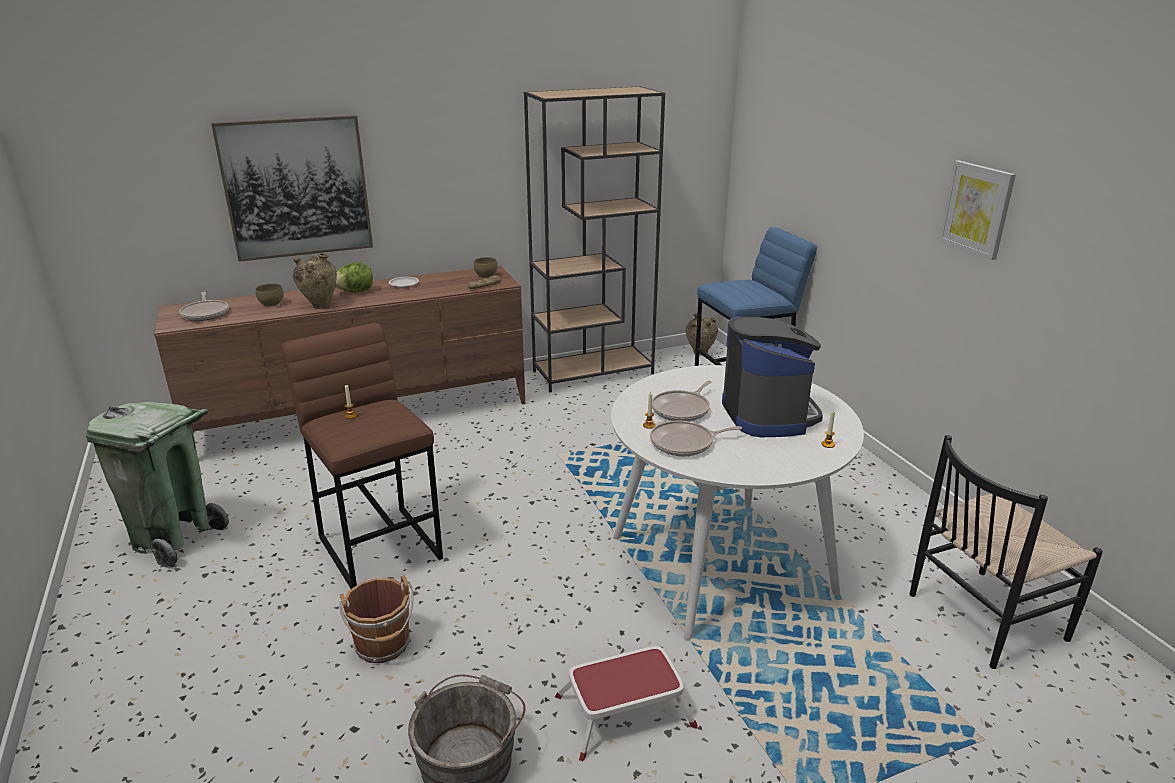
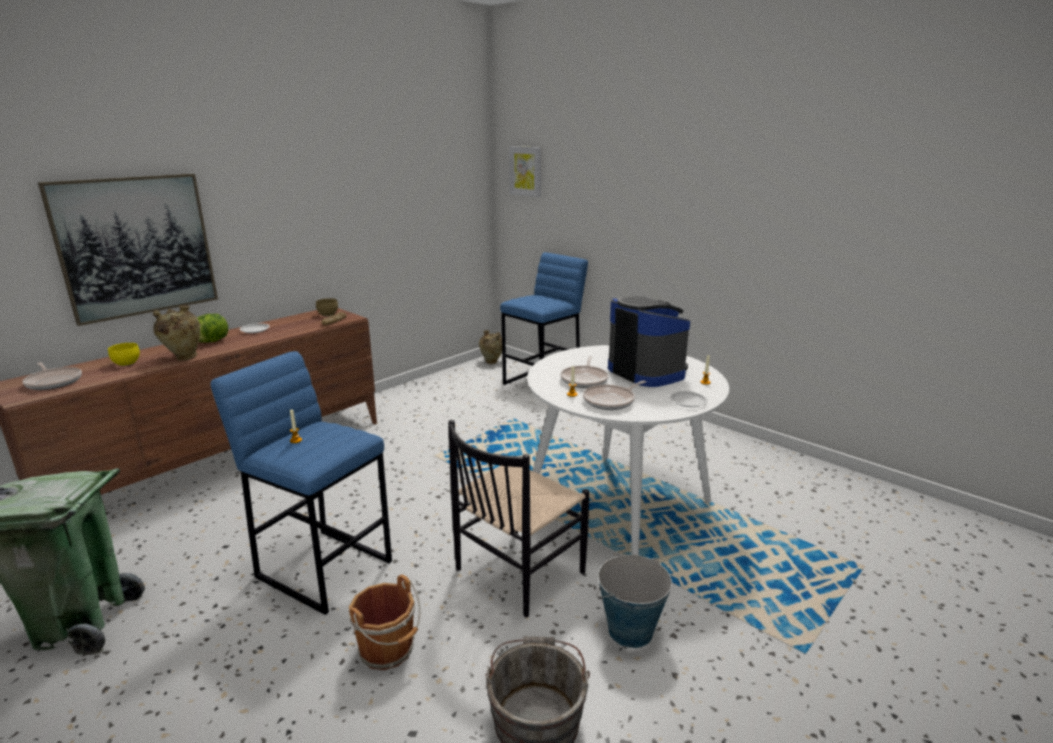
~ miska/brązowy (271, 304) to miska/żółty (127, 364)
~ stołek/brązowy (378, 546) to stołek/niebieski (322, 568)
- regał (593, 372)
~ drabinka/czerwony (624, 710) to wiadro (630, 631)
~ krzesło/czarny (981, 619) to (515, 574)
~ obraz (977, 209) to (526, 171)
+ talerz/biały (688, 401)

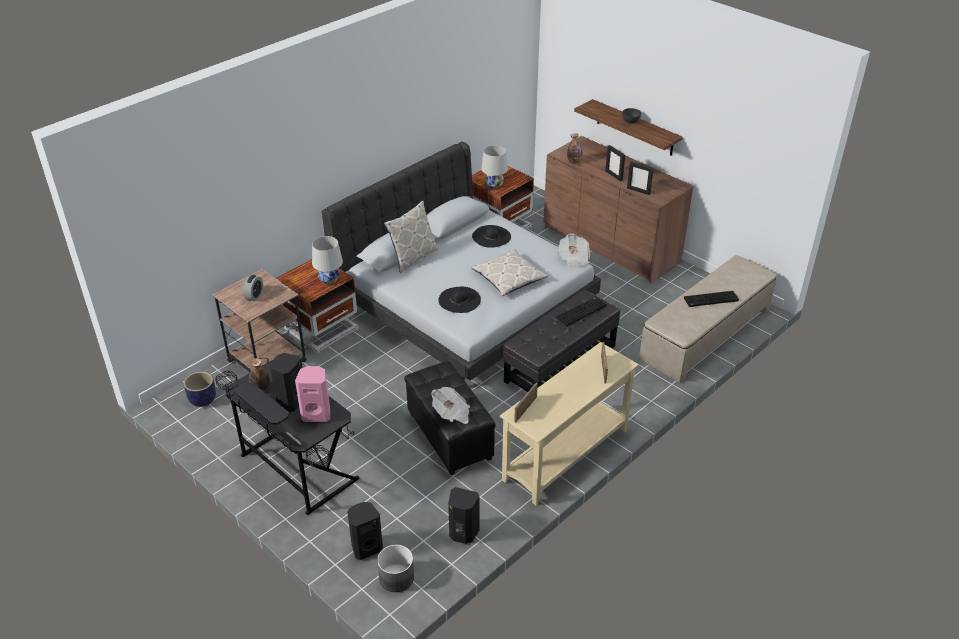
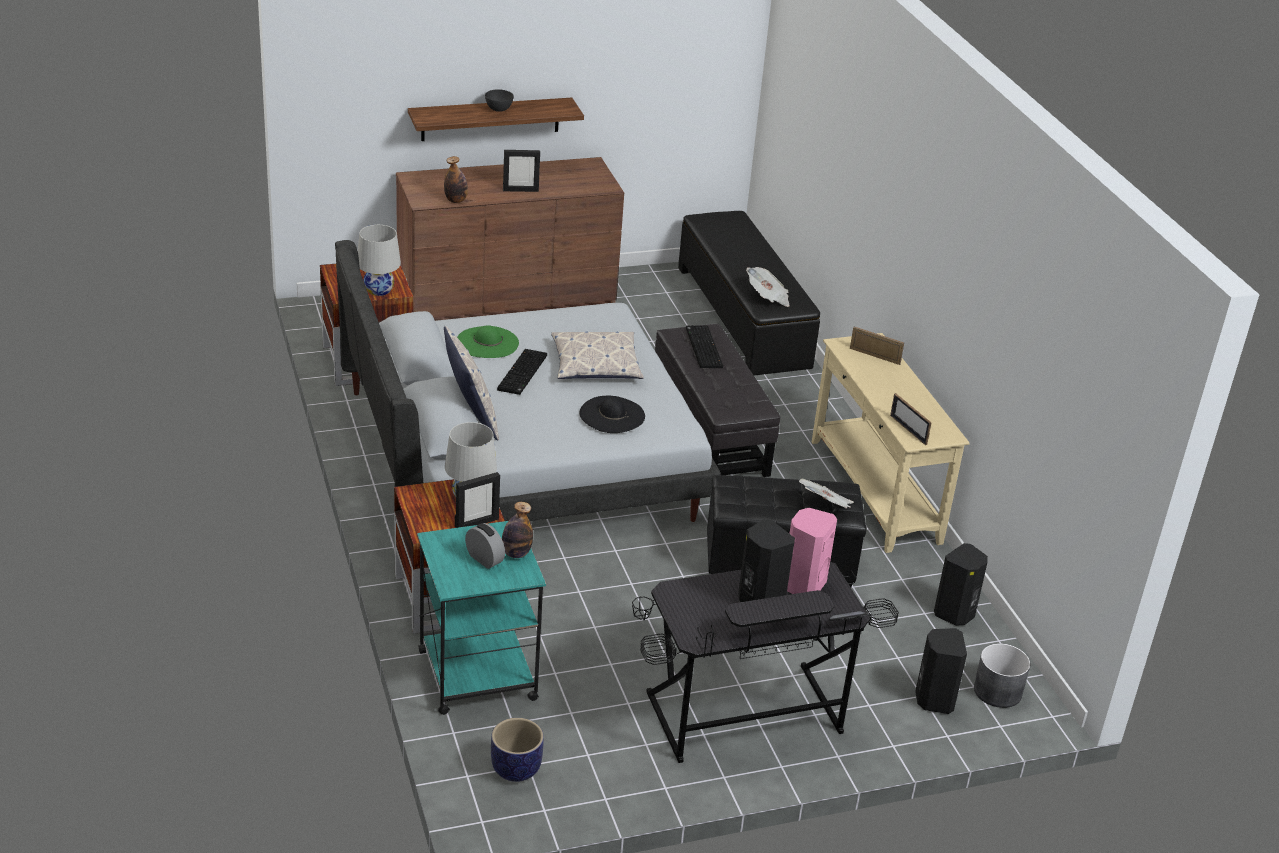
~ wózek/brązowy (268, 360) to wózek/turkusowy (477, 673)
~ butelka (261, 388) to (516, 553)
~ kapelusz/czarny (491, 236) to kapelusz/zielony (487, 342)
~ gazeta (573, 259) to (767, 298)
~ ramka na zdjęcie (638, 190) to (476, 523)
~ ławka/beżowy (706, 334) to ławka/czarny (743, 316)
~ klawiatura (710, 300) to (523, 373)

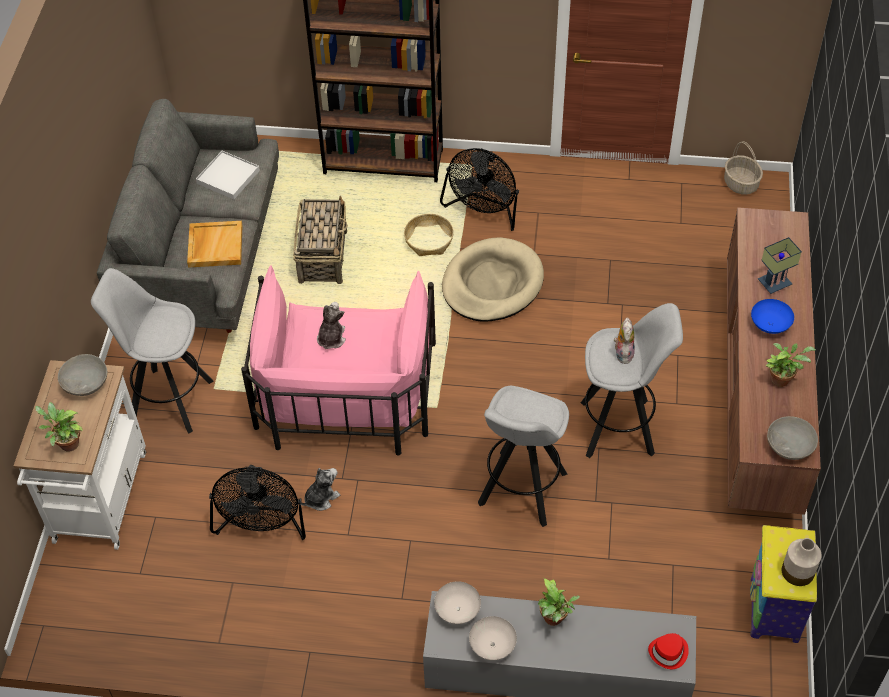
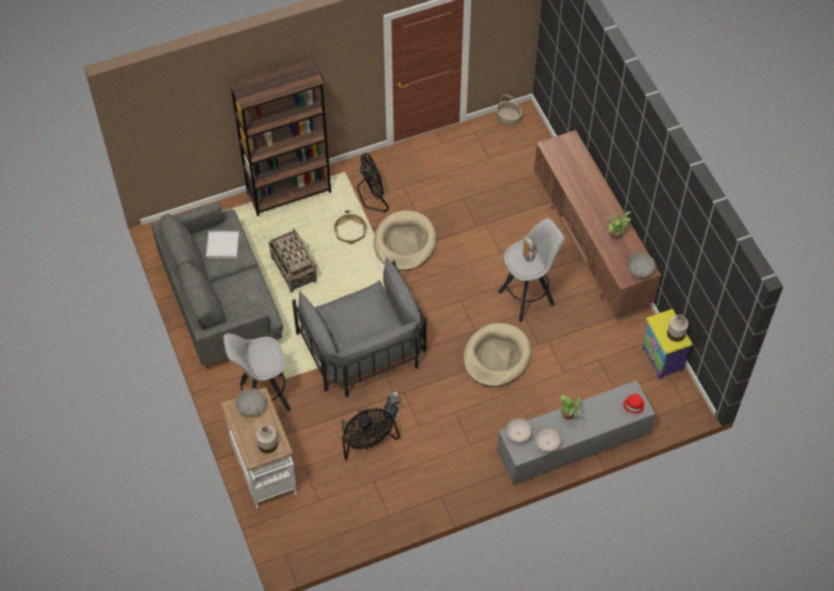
~ roślina doniczkowa (67, 444) to wazon/beżowy (267, 444)
- taca/beżowy (215, 245)
~ fotel/różowy (344, 392) to fotel/szary (363, 346)
- pluszak (331, 338)
~ wentylator/czarny (482, 207) = (368, 197) 105 degrees counterclockwise
~ stołek/szary (521, 491) to legowisko/beżowy (496, 357)
- miska/niebieski (770, 325)
- lampa stołowa (774, 284)

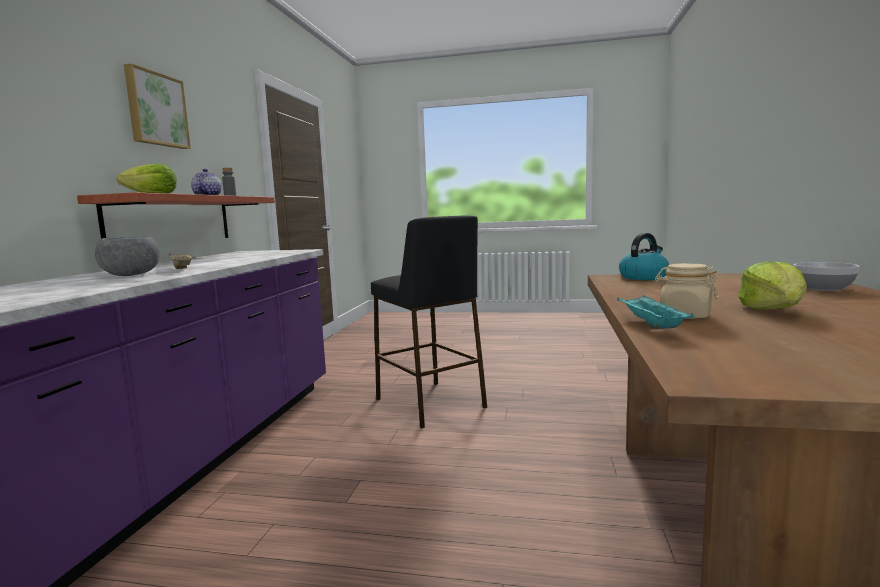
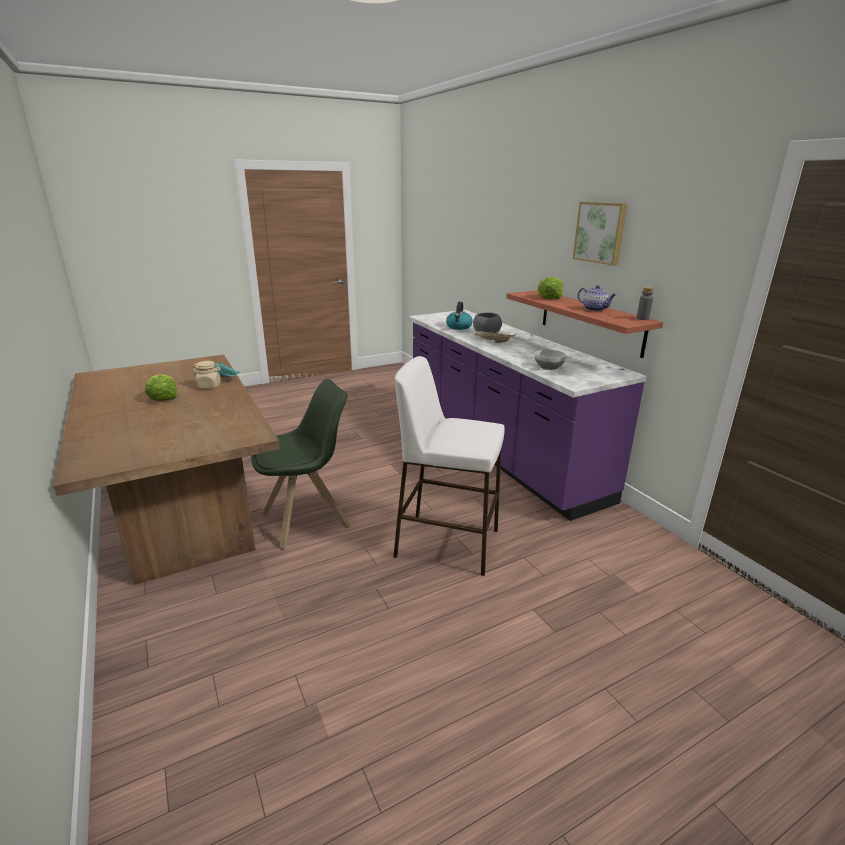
~ stołek/czarny (430, 403) to stołek/biały (446, 543)
~ czajnik (643, 277) to (459, 327)
~ miska (824, 288) to (548, 367)
+ krzesło/zielony (306, 520)

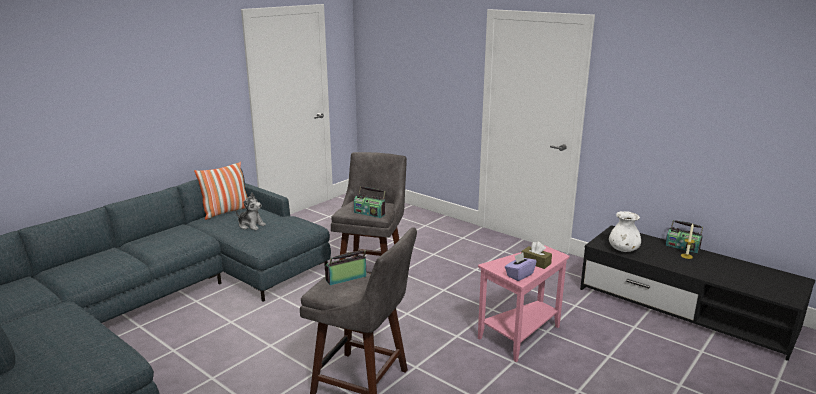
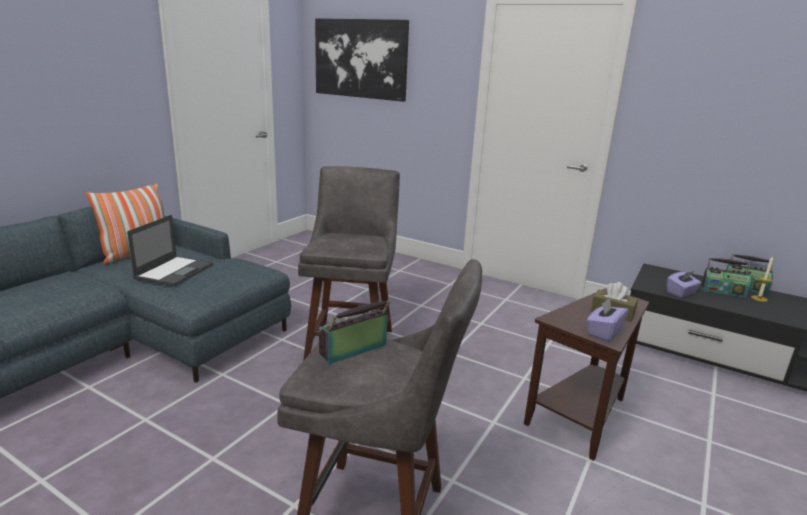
~ pluszak (251, 225) to laptop (175, 271)
~ radio (370, 213) to (723, 291)
~ stolik/różowy (520, 337) to stolik/brązowy (579, 418)
~ wazon/biały (623, 250) to pudełko chusteczek/fioletowy (681, 293)
+ obraz (360, 59)

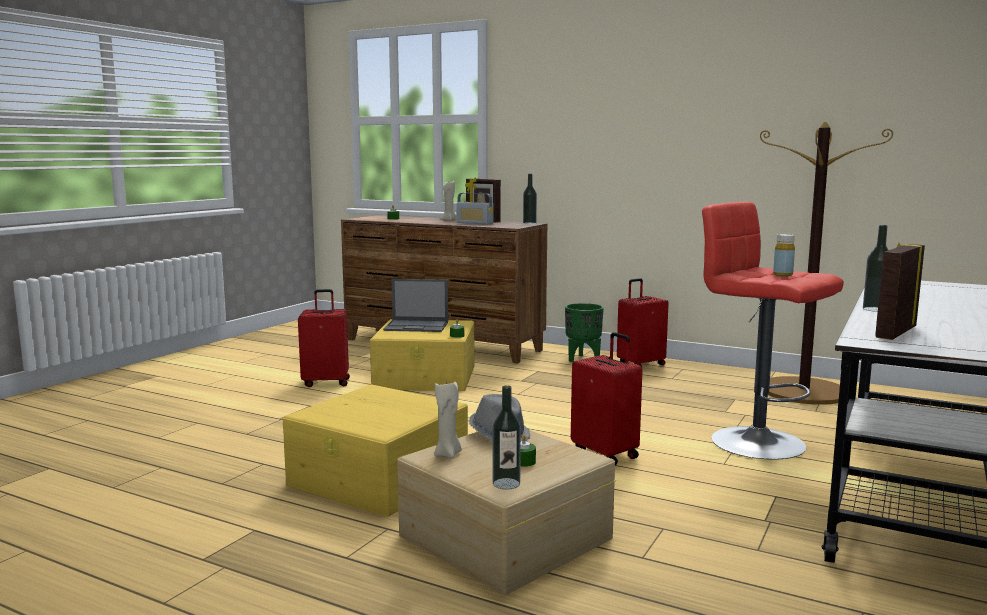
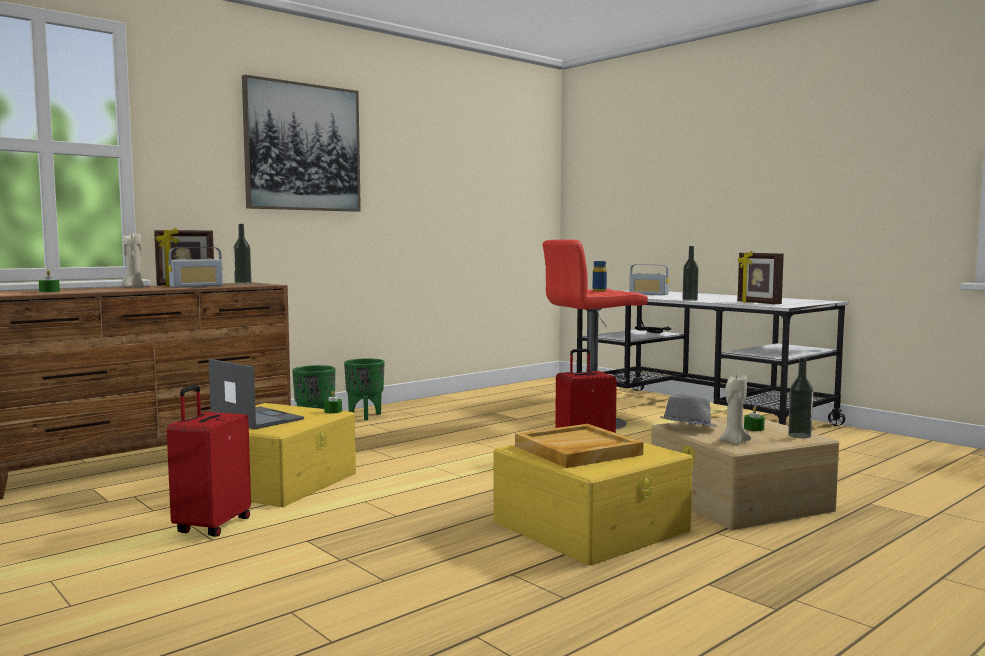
~ laptop (417, 326) = (256, 418) 75 degrees counterclockwise
~ walizka/czerwony (640, 364) to donica/zielony (365, 416)
- wieszak/brązowy (804, 391)
~ butelka/żółty (783, 275) to butelka/niebieski (599, 291)
+ obraz (303, 147)
+ taca/beżowy (577, 450)
+ radio (648, 294)

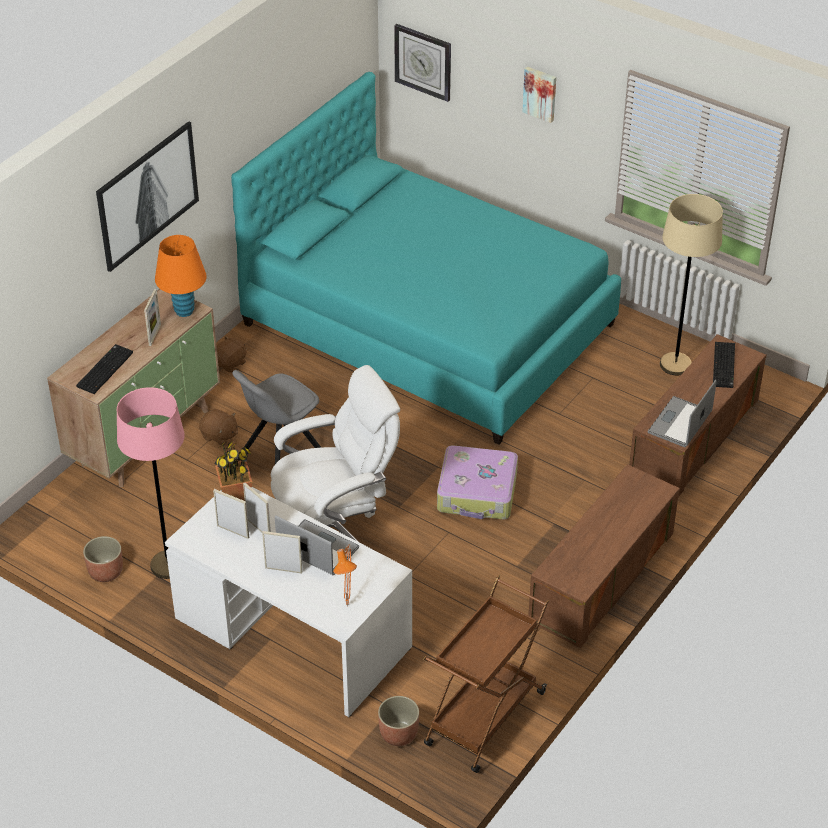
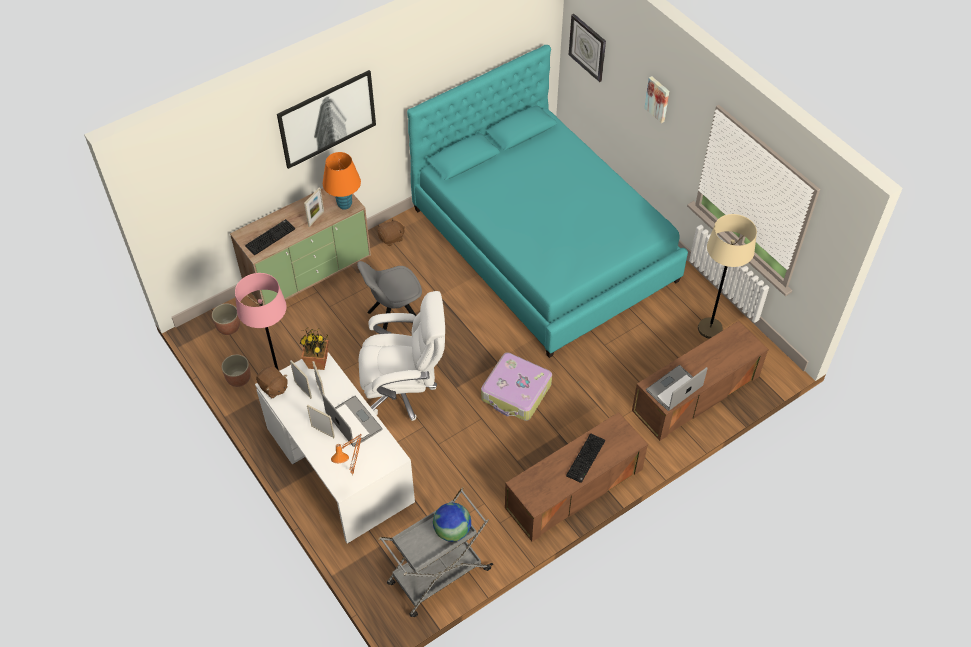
~ pluszak/brązowy (219, 436) to (273, 388)
~ donica (398, 733) to (228, 327)
~ wózek/brązowy (484, 719) to wózek/szary (438, 576)
~ klawiatura (725, 366) to (586, 459)
+ globus (452, 530)

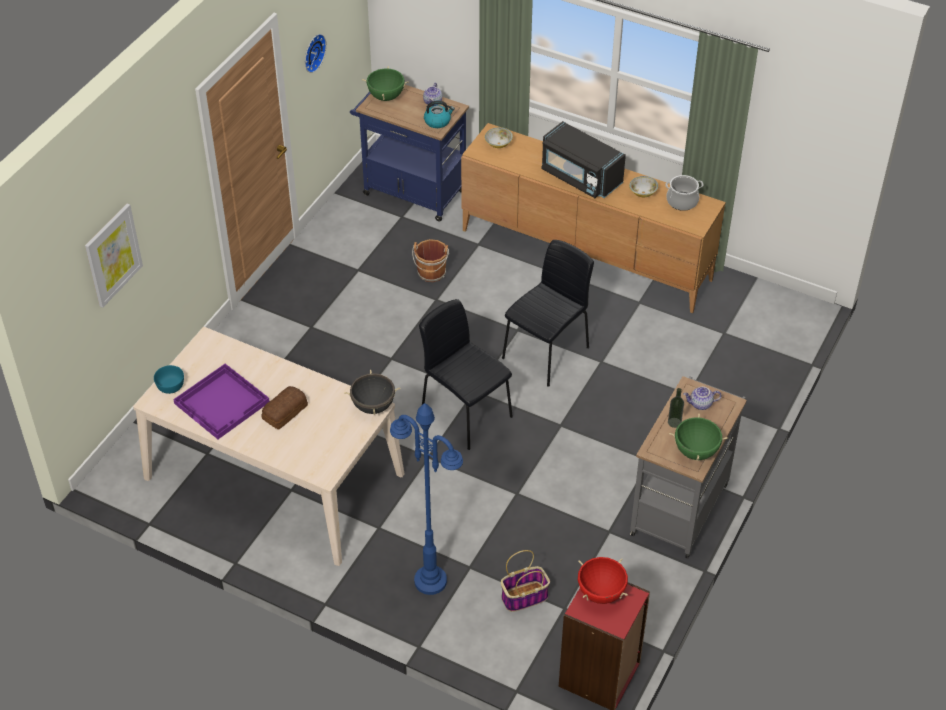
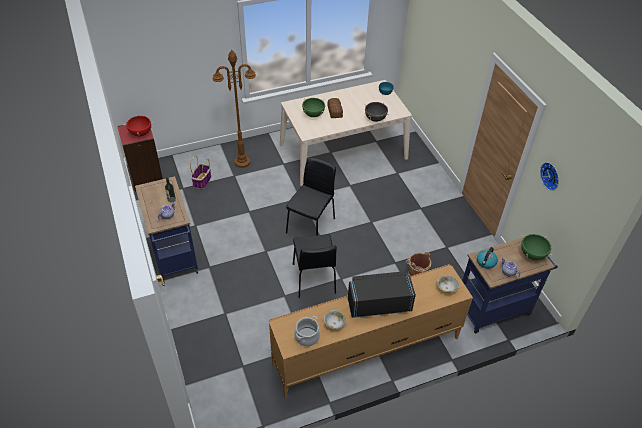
- obraz (113, 255)
- taca/fioletowy (223, 403)
~ garnek/czarny (373, 406) to (375, 119)
~ lampa stojąca/niebieski (431, 581) to lampa stojąca/brązowy (242, 162)
~ krzesło/czarny (464, 412) = (311, 224) 60 degrees counterclockwise
~ wózek/szary (681, 507) to wózek/niebieski (174, 257)
~ garnek/zielony (696, 451) to (313, 114)

